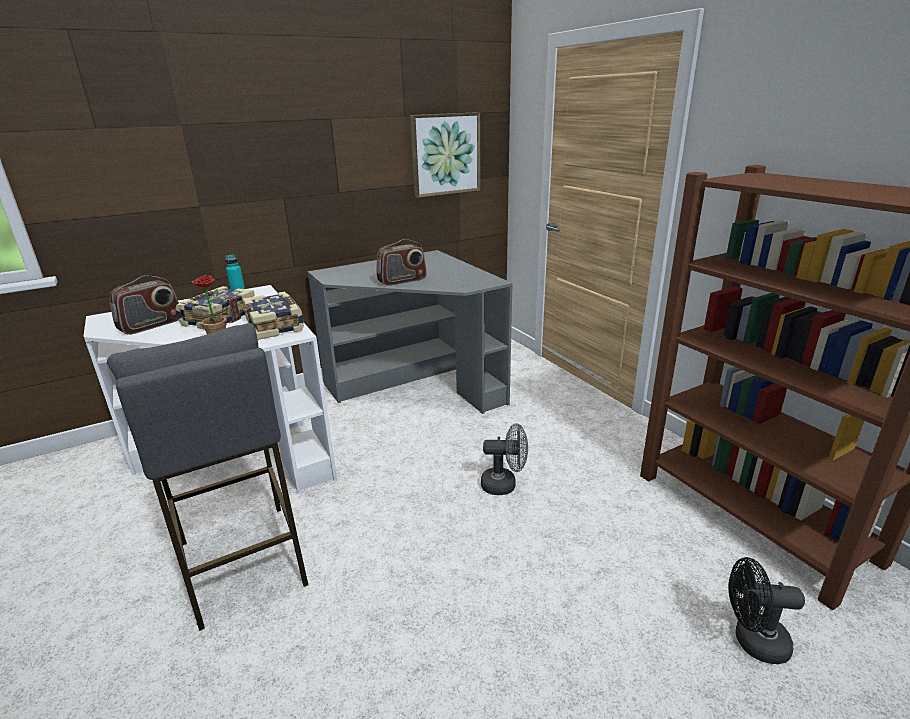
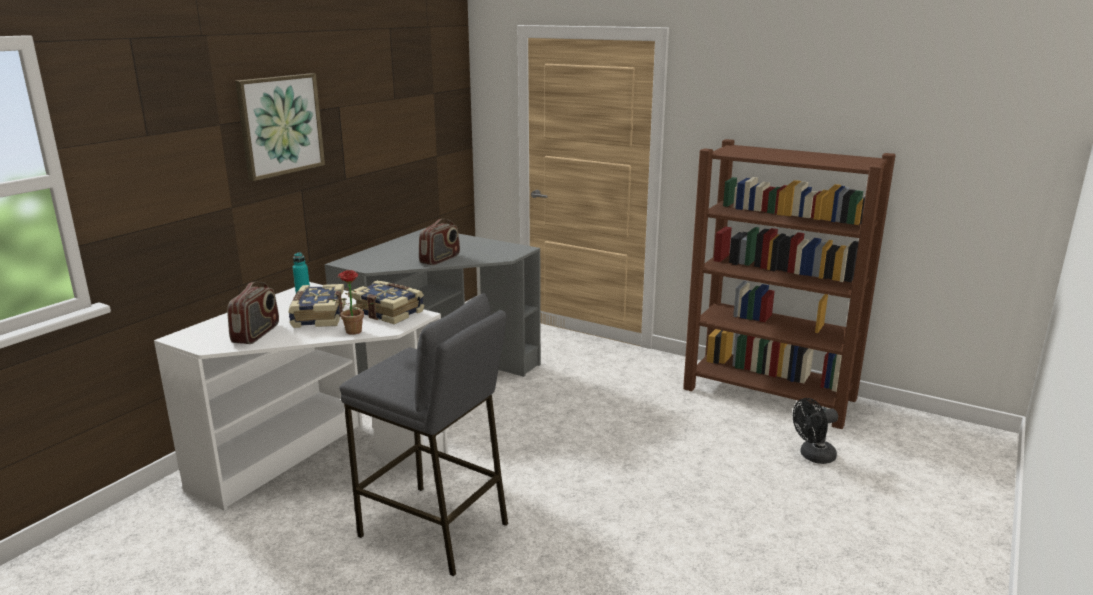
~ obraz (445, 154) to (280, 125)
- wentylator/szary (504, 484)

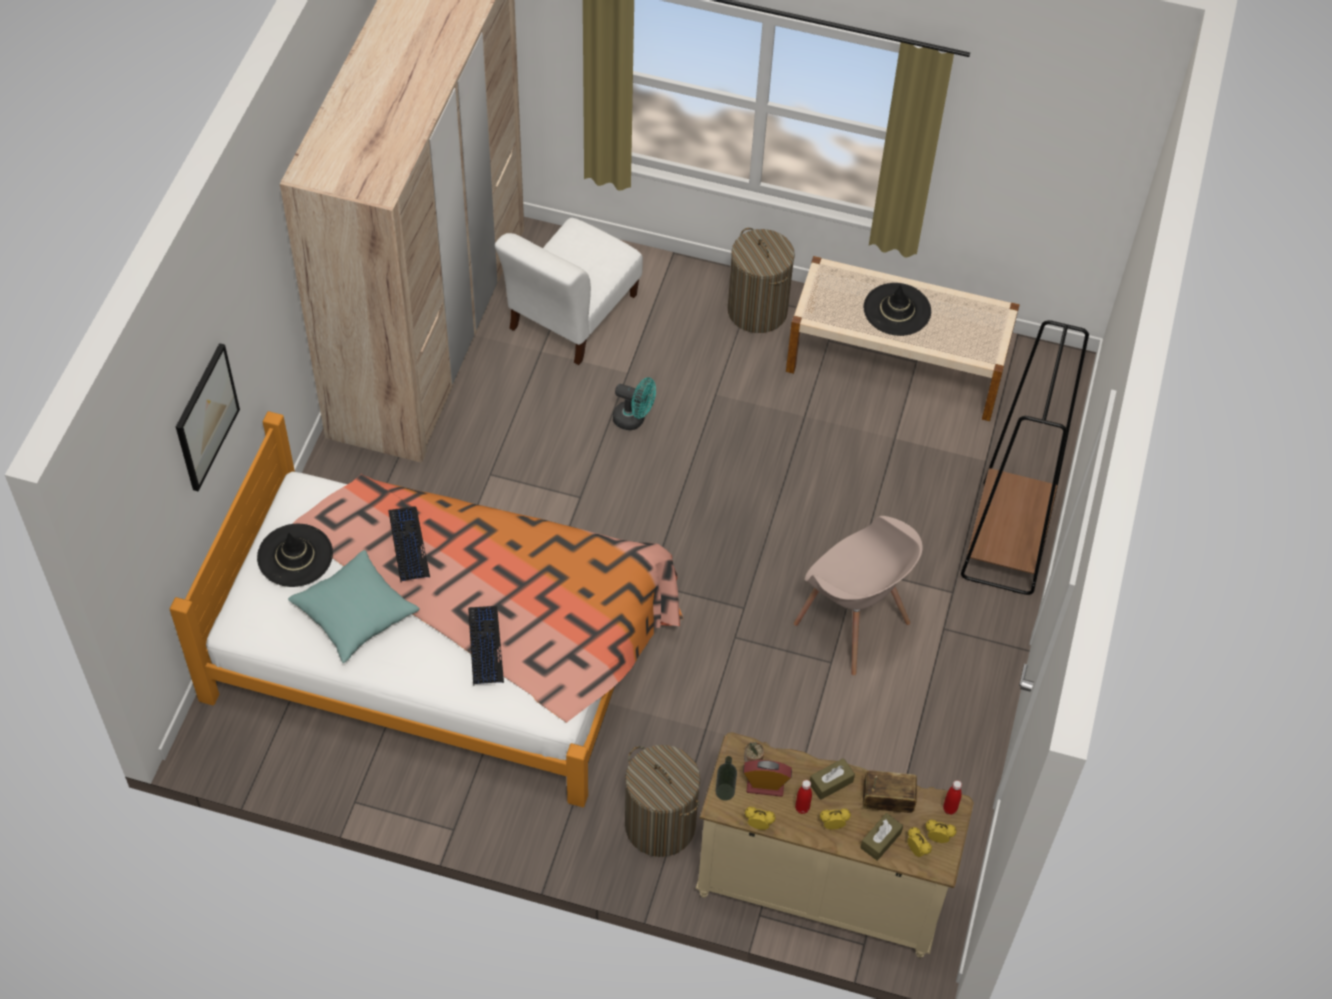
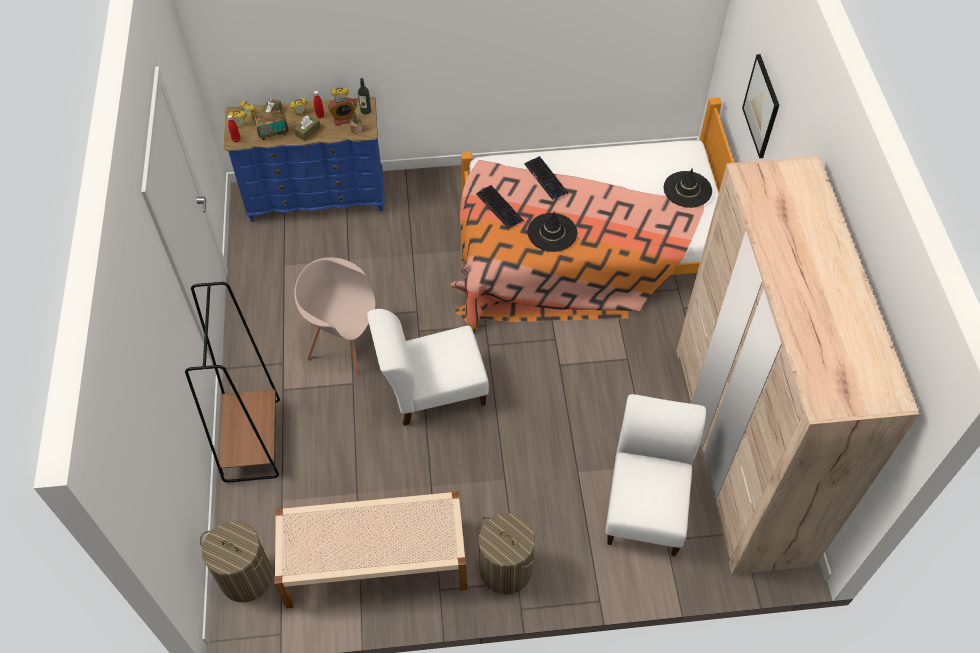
- poduszka/turkusowy (355, 613)
~ klawiatura (408, 544) to (499, 207)
- wentylator/turkusowy (634, 419)
~ kosz na pranie (660, 825) to (246, 577)
~ komoda/beżowy (819, 889) to komoda/niebieski (317, 198)
~ kapelusz/czarny (897, 310) to (552, 232)
+ krzesło/biały (432, 389)

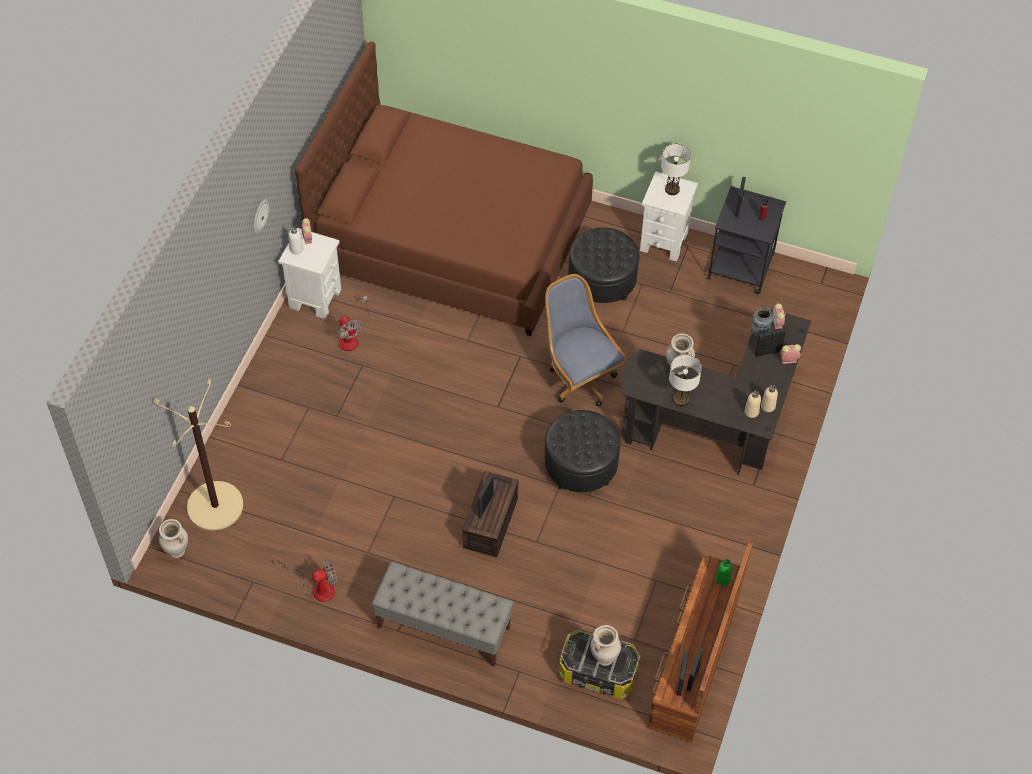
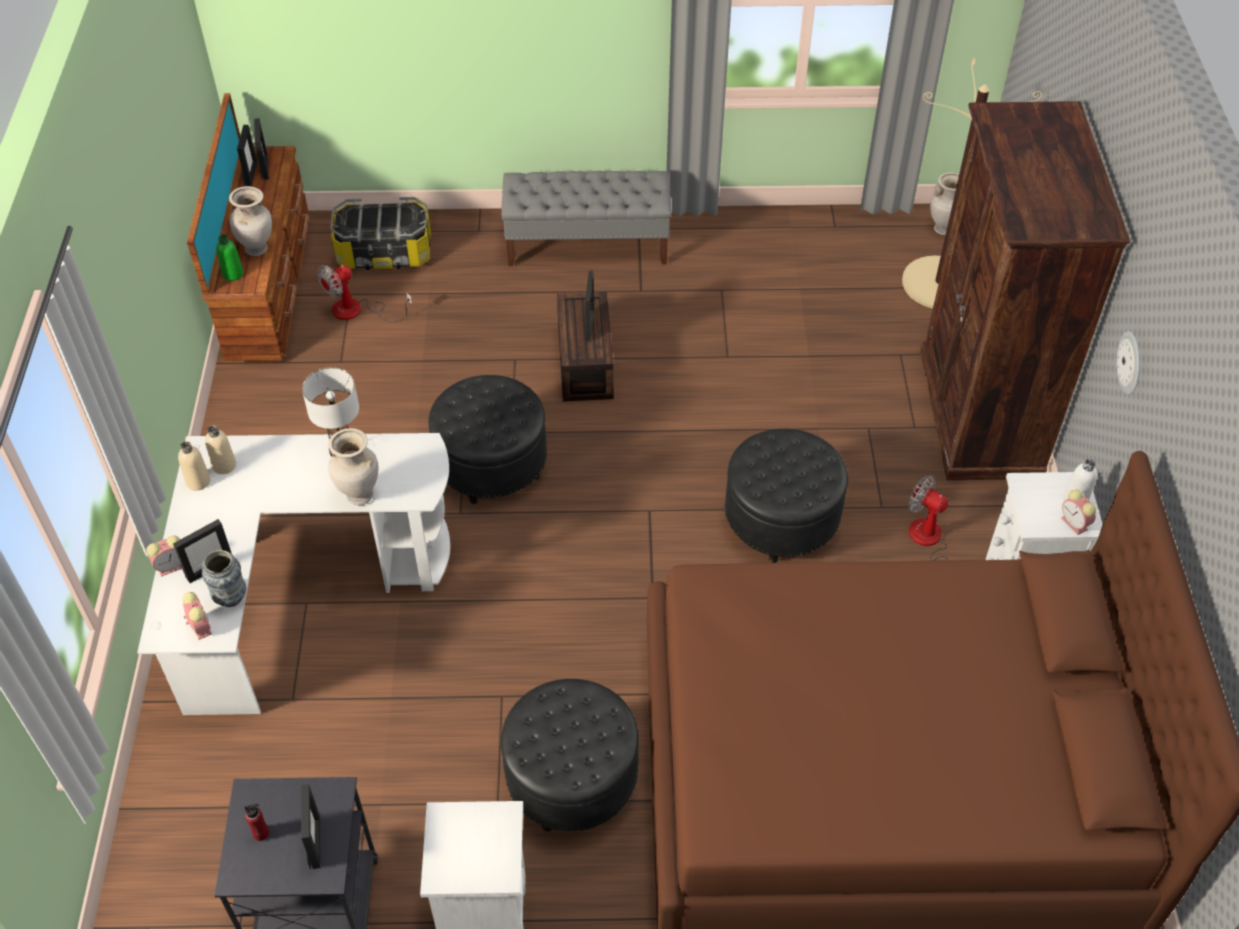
~ wentylator (317, 588) to (357, 311)
- krzesło biurowe/niebieski (578, 377)
~ wazon/beżowy (604, 658) to (257, 249)
~ biurko/czarny (719, 424) to biurko/biały (297, 590)
- lampa stołowa (672, 189)
+ pufa/czarny (781, 521)
+ szafa/brązowy (978, 412)

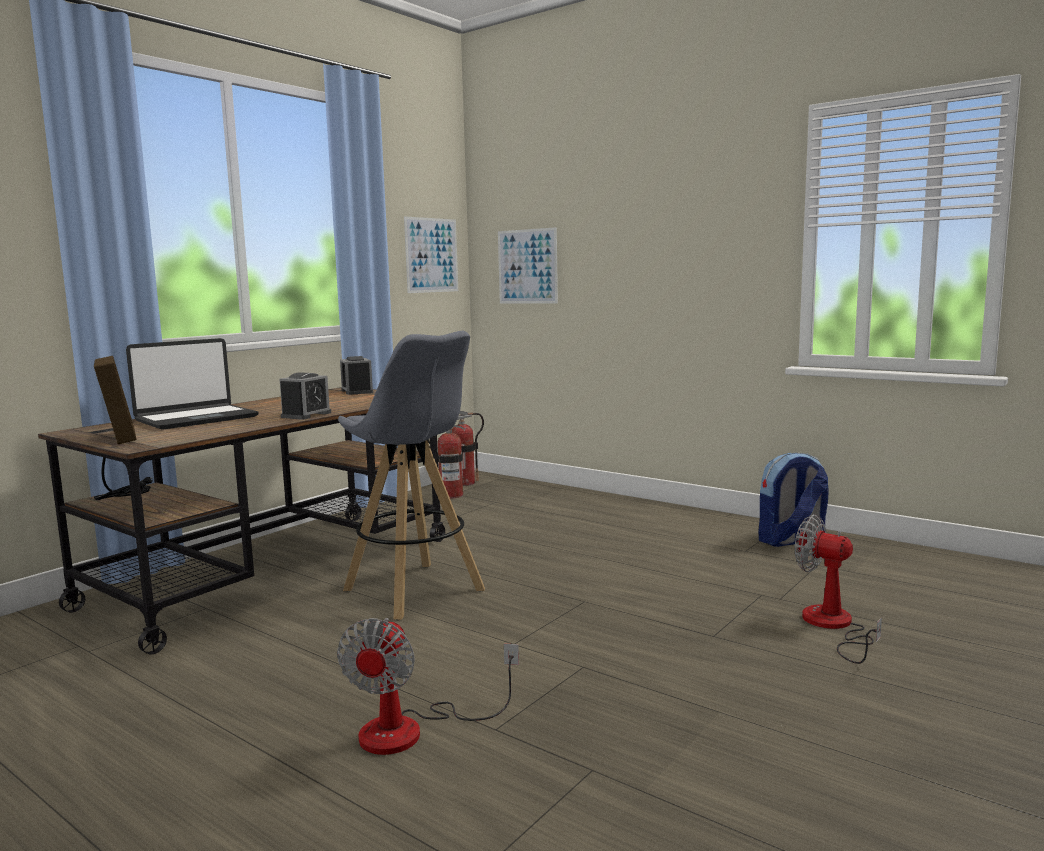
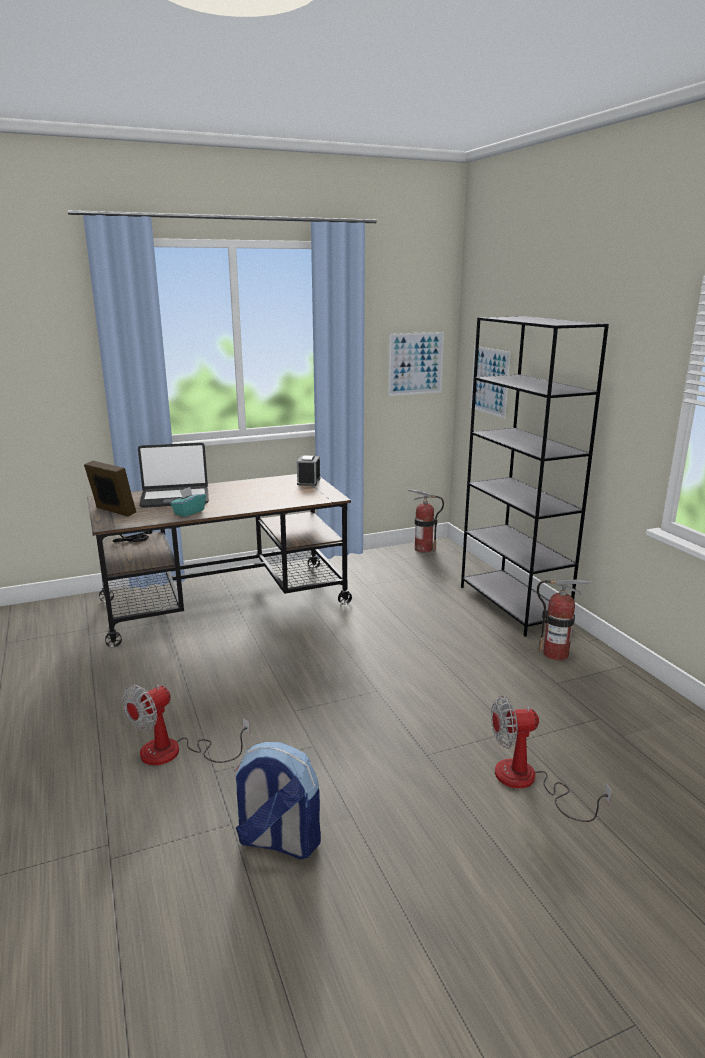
~ ramka na zdjęcie (119, 437) = (113, 512) 60 degrees counterclockwise
- budzik (306, 415)
- stołek/szary (415, 591)
~ gaśnica (451, 495) to (555, 654)
~ plecak (791, 541) to (278, 841)
~ wentylator (833, 626) = (528, 782) 75 degrees counterclockwise
+ pudełko chusteczek/turkusowy (189, 512)
+ regał/szary (513, 605)

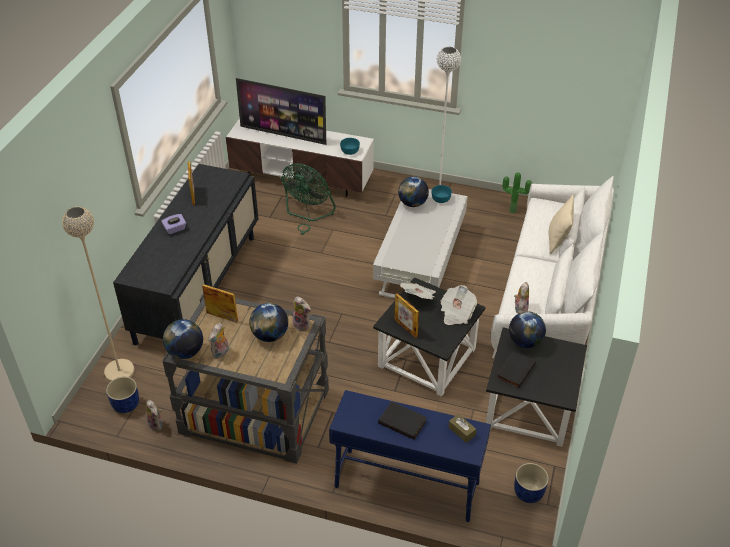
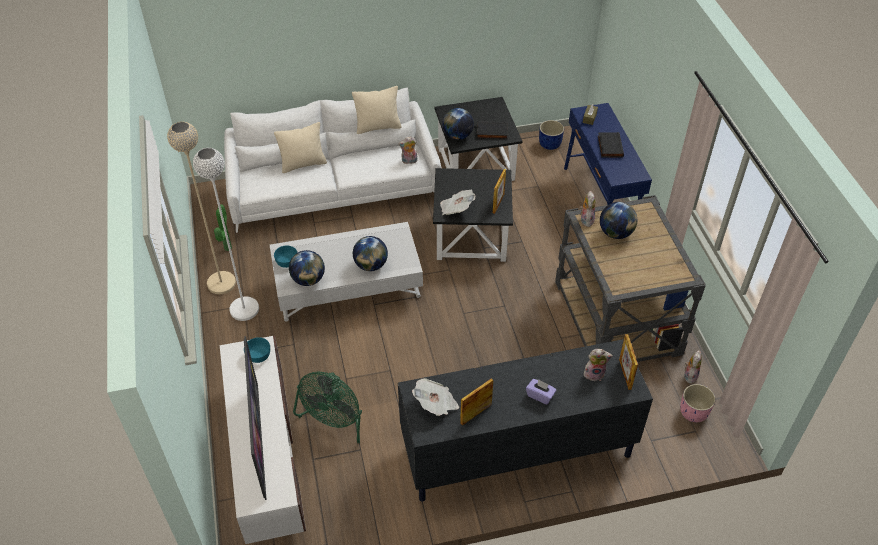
~ lampa stojąca/beżowy (119, 371) to (221, 284)
~ donica/niebieski (125, 405) to donica/różowy (694, 412)
~ globus (185, 352) to (371, 265)
~ ramka na zdjęcie (222, 316) to (625, 374)
~ pluszak (221, 353) to (594, 373)
~ wentylator/zielony (305, 214) = (333, 417) 60 degrees counterclockwise
~ gazeta (456, 313) to (436, 404)
+ poduszka/beżowy (378, 127)

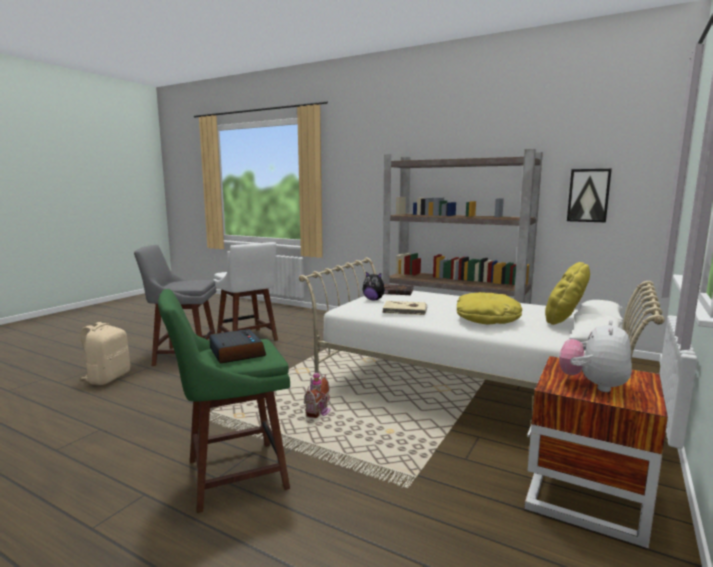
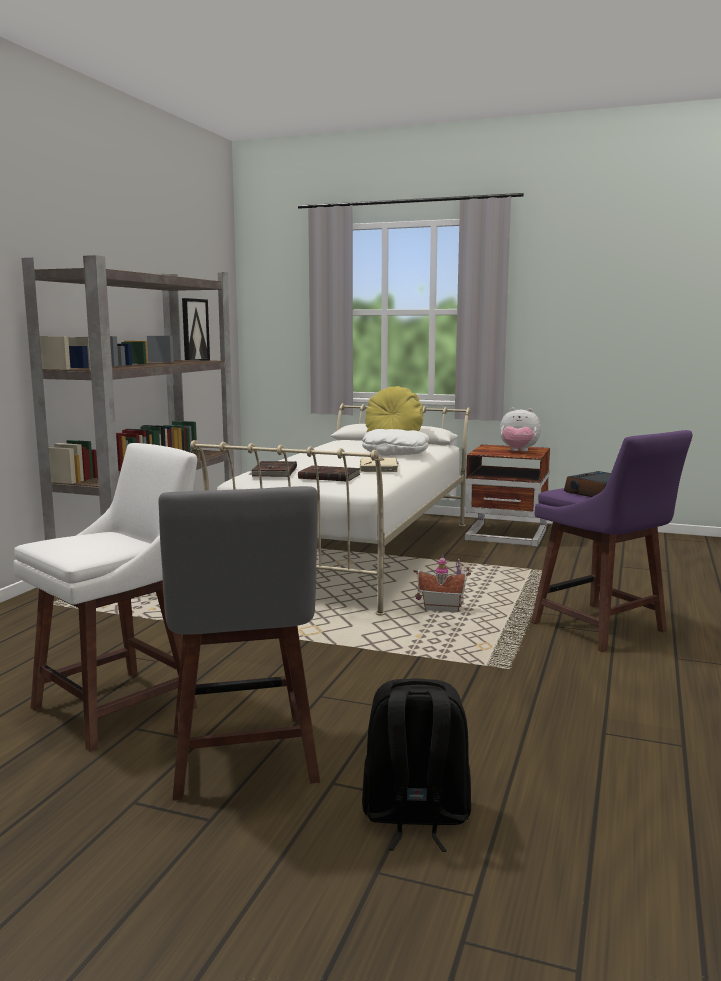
~ plecak/beżowy (108, 378) to plecak/czarny (415, 817)
~ stołek/zielony (231, 474) to stołek/fioletowy (602, 628)
~ pluszak (374, 300) to książka/brązowy (329, 476)
~ poduszka/żółty (488, 319) to poduszka/biały (395, 453)

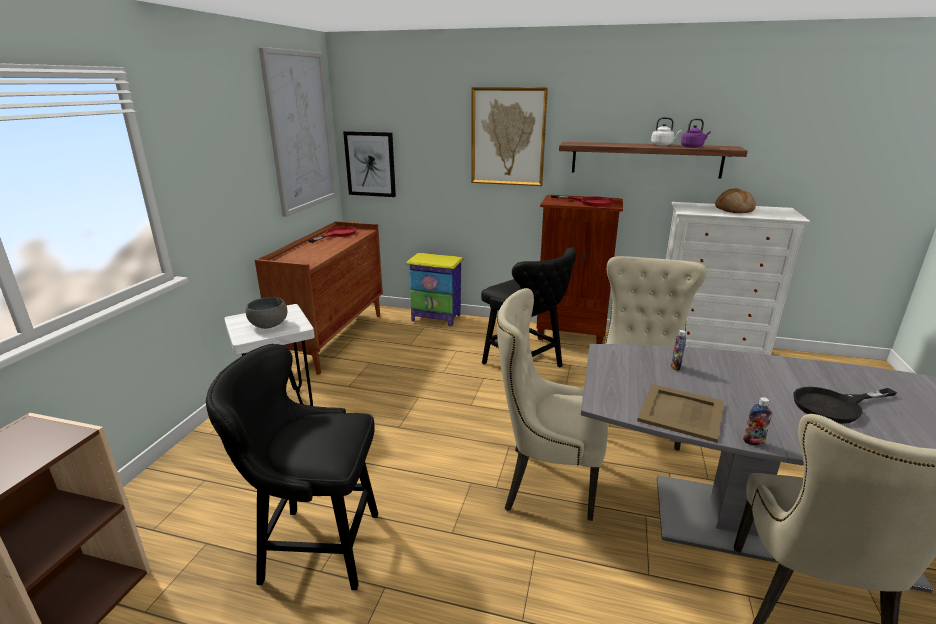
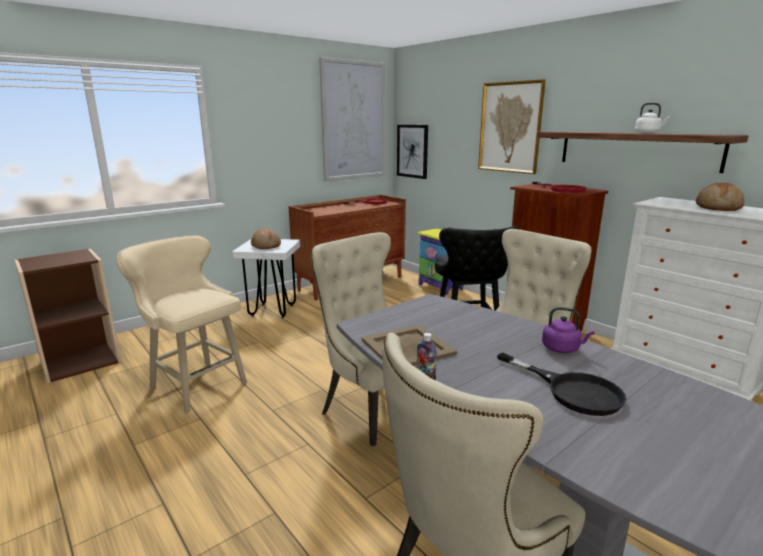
~ stołek/czarny (315, 546) to stołek/beżowy (196, 384)
~ miska/szary (269, 324) to chleb (266, 246)
- butelka (675, 367)
~ czajnik/fioletowy (693, 147) to (562, 349)
~ patelnia/czarny (835, 406) = (572, 391) 150 degrees counterclockwise

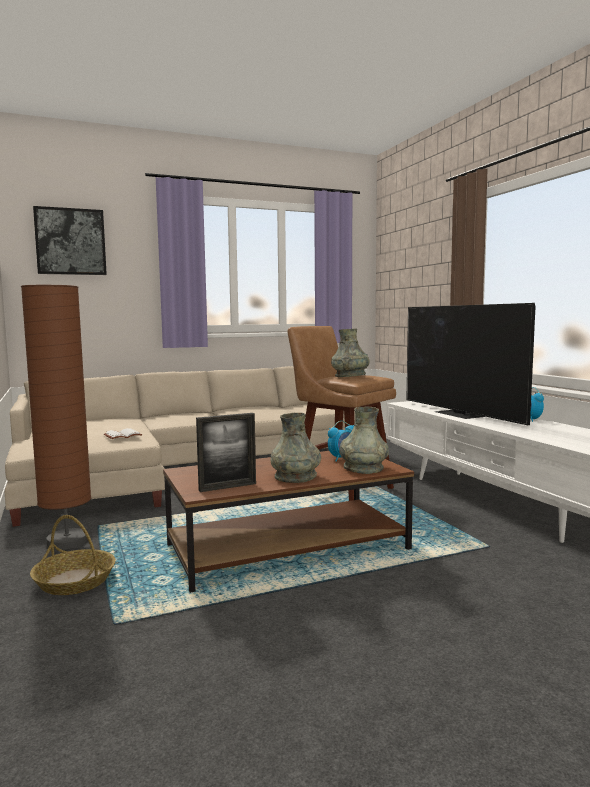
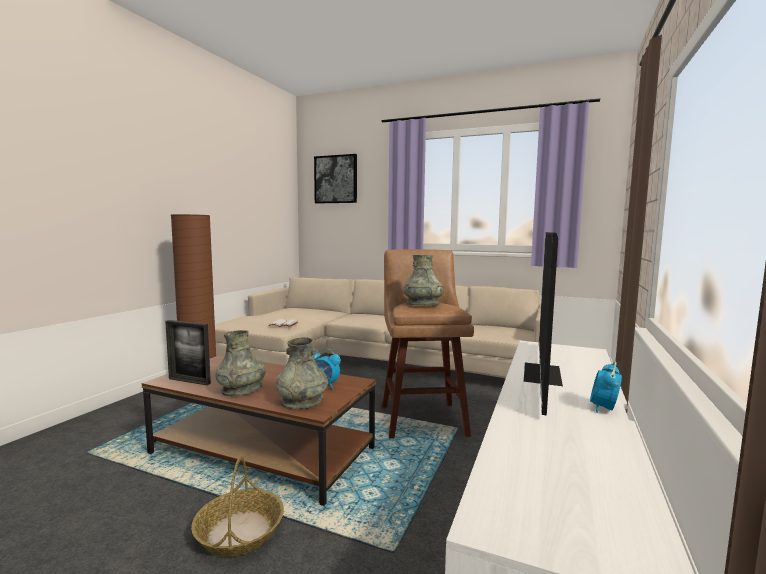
~ koszyk (75, 581) to (239, 532)

